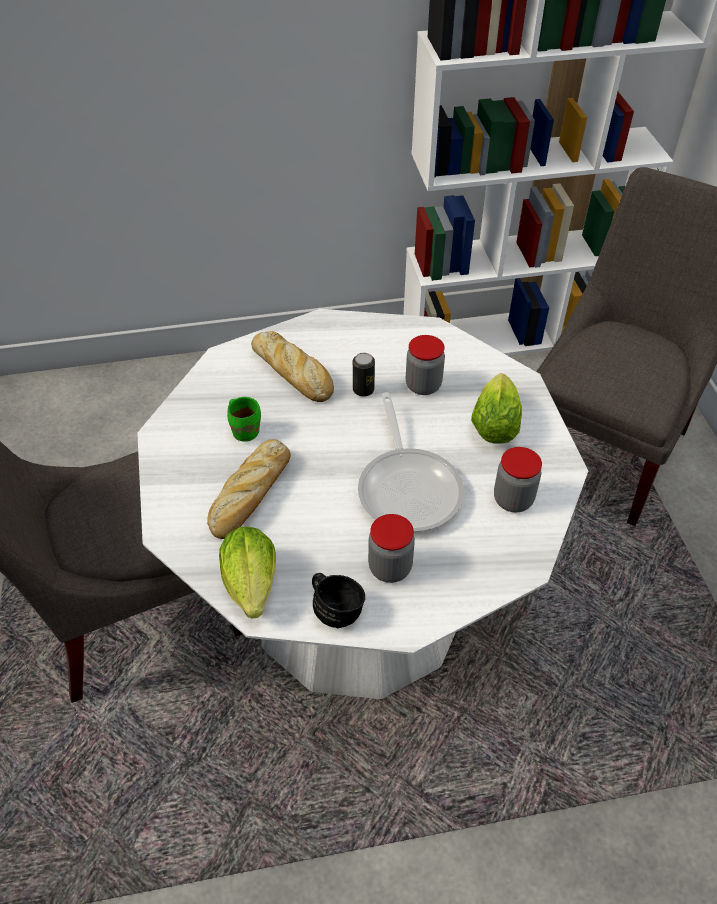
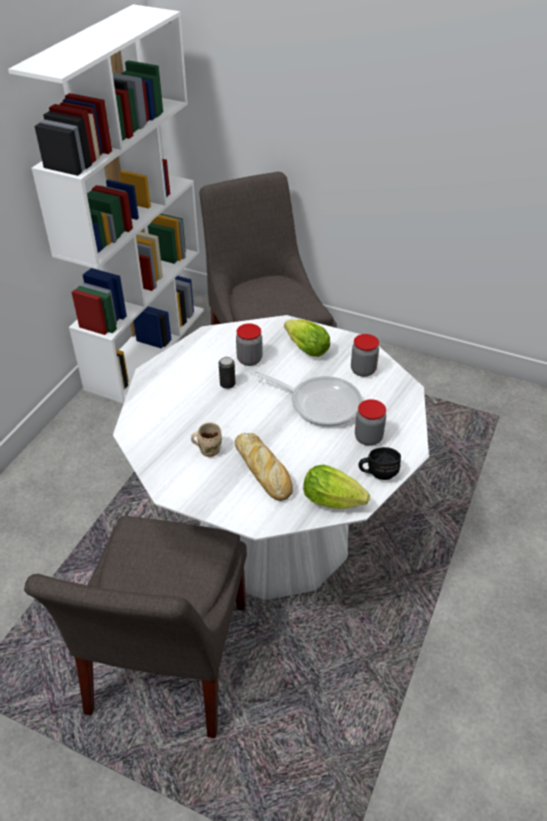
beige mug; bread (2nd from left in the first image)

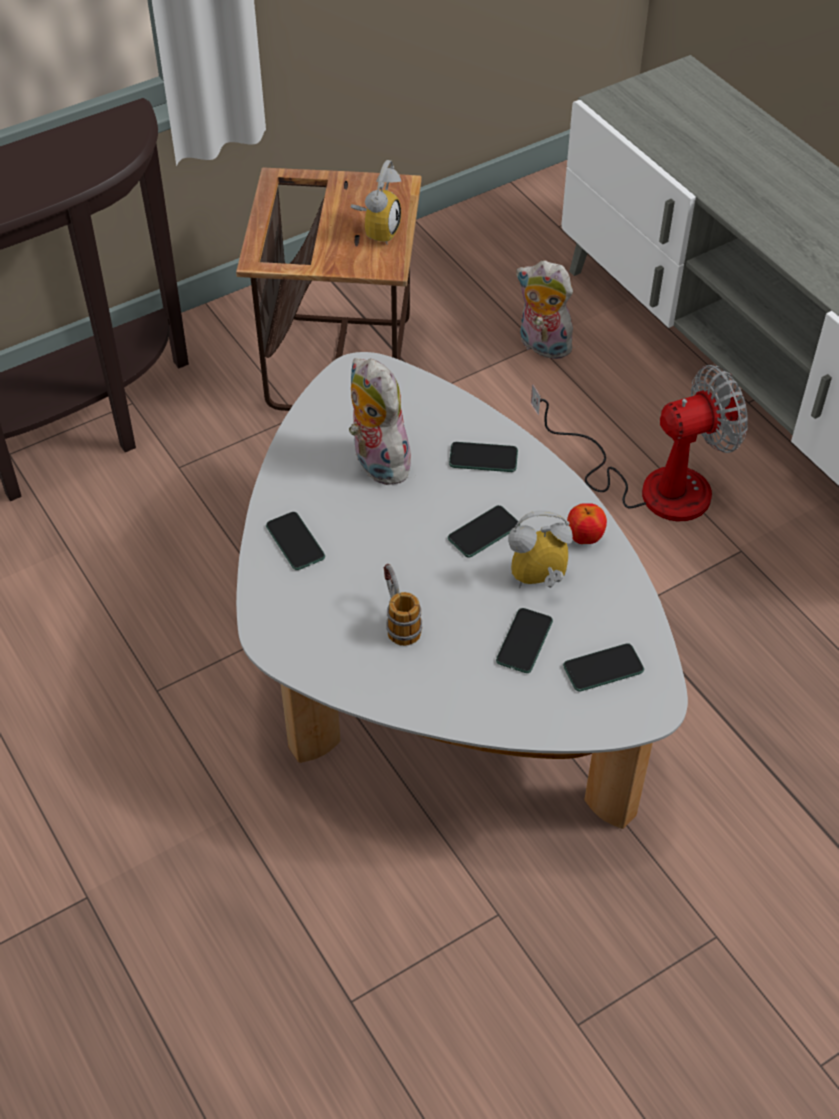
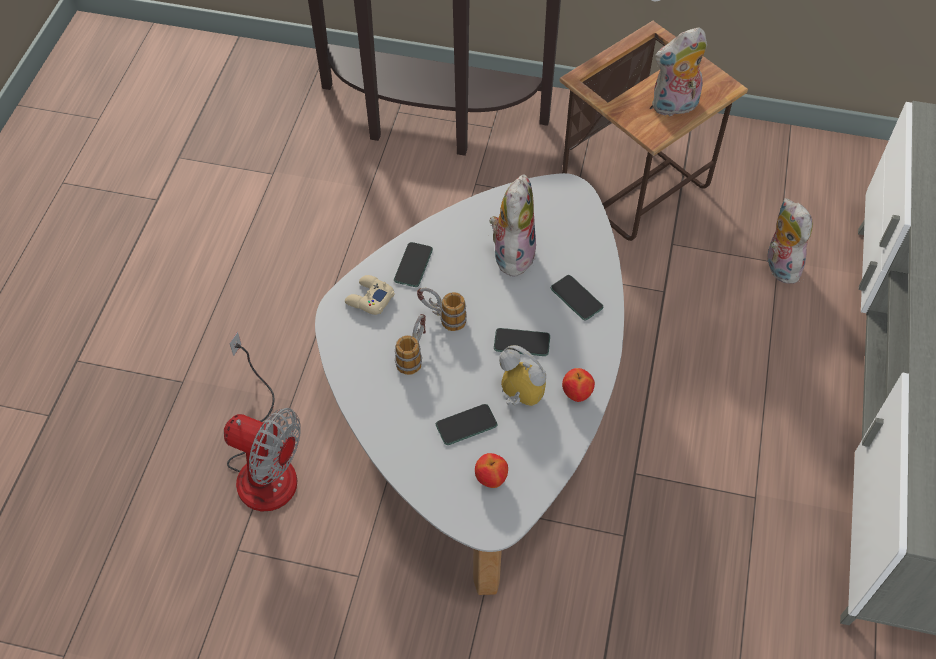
fan; beige game controller; mug (2nd from left); apple (1st from left); plush toy (2nd from left)

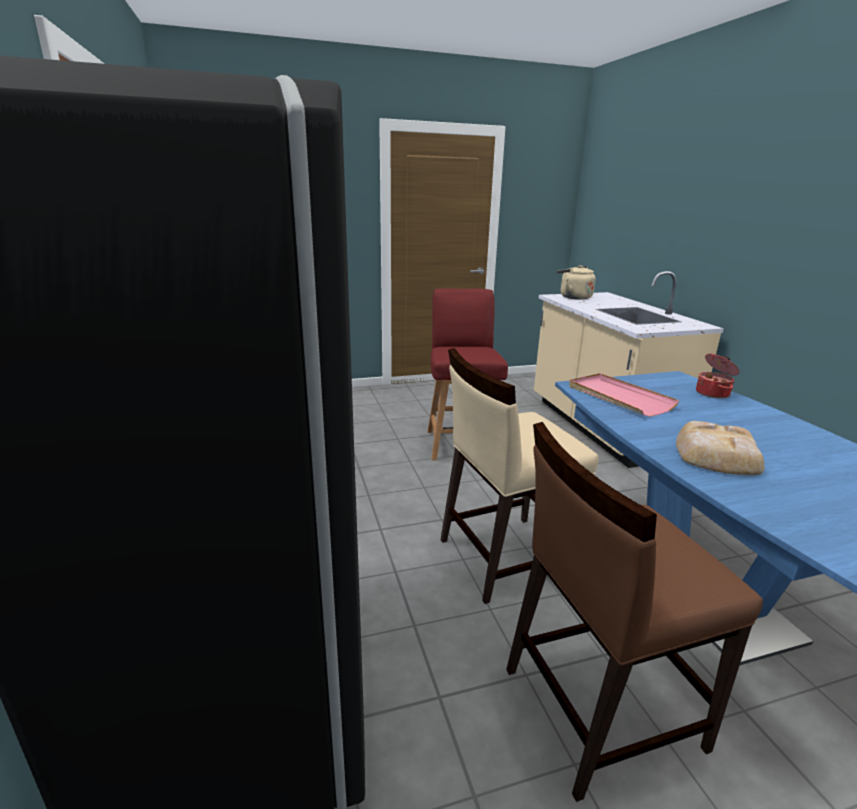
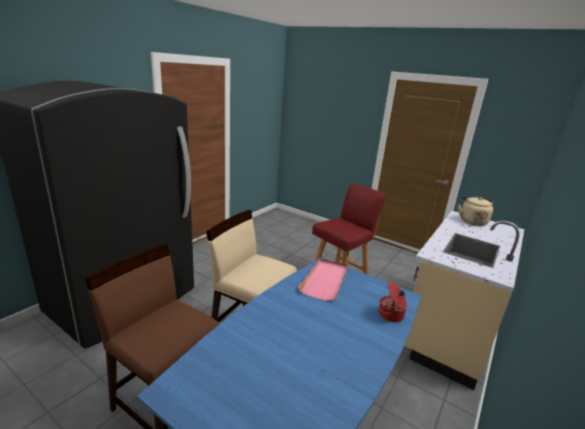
bread

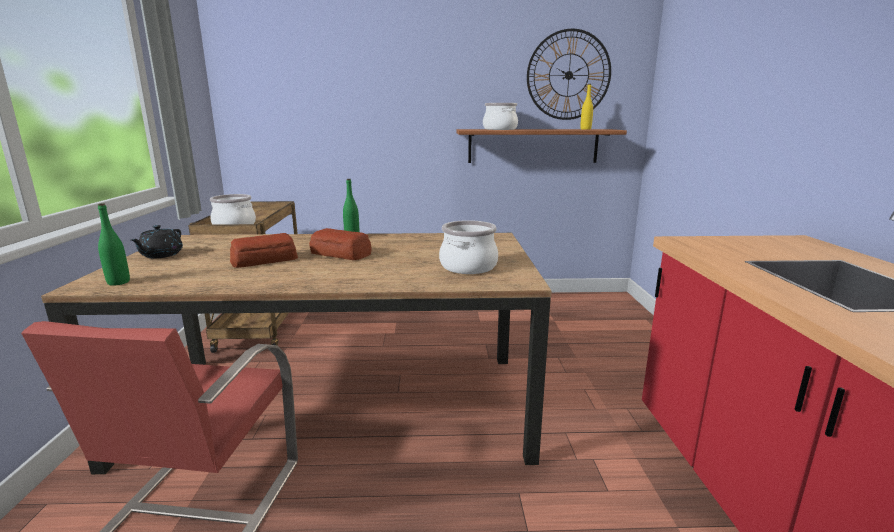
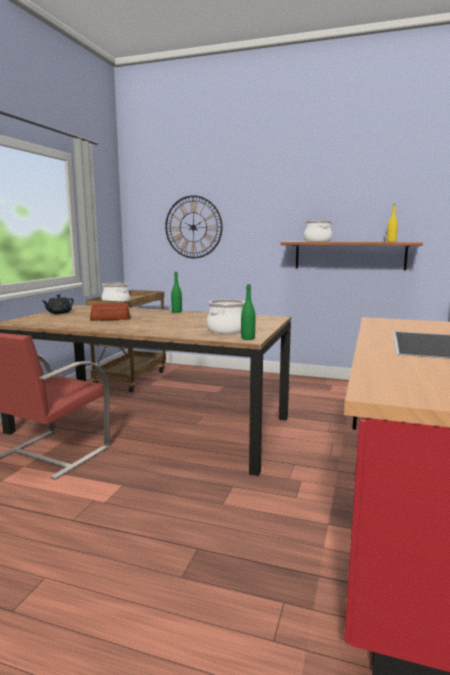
wall clock; green bottle (2nd from left); bread (2nd from left in the first image)

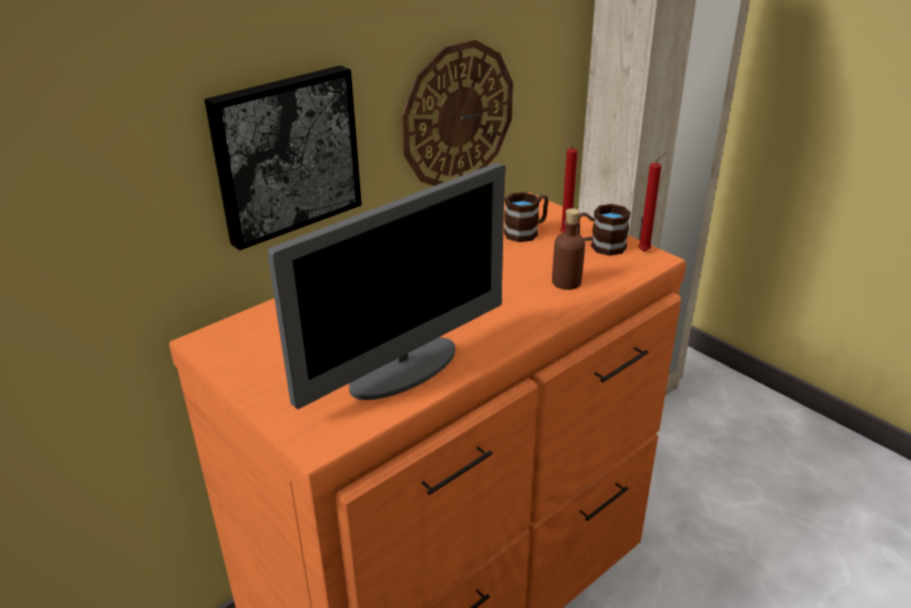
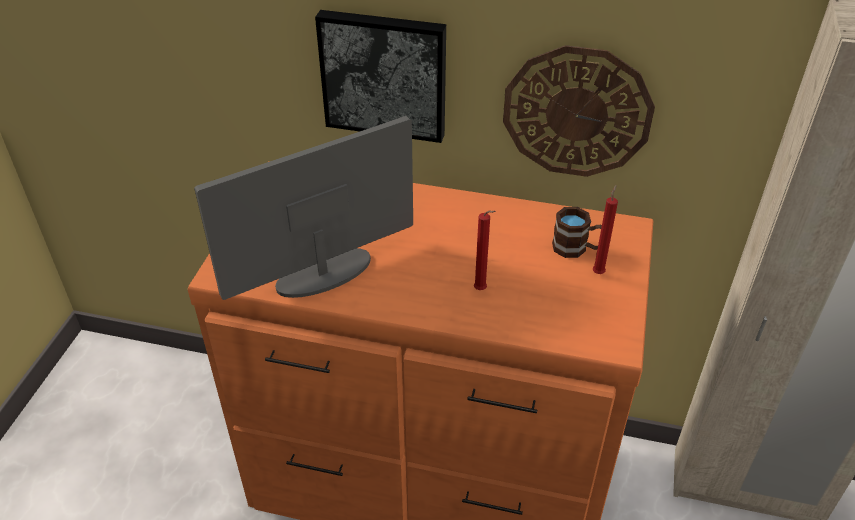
monitor; red candle (1st from left); brown bottle; brown mug (2nd from left in the first image)

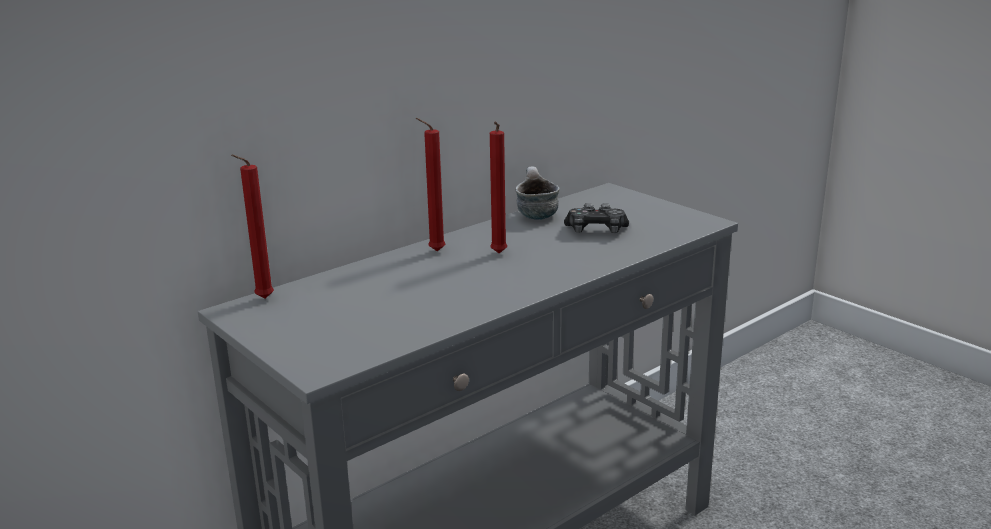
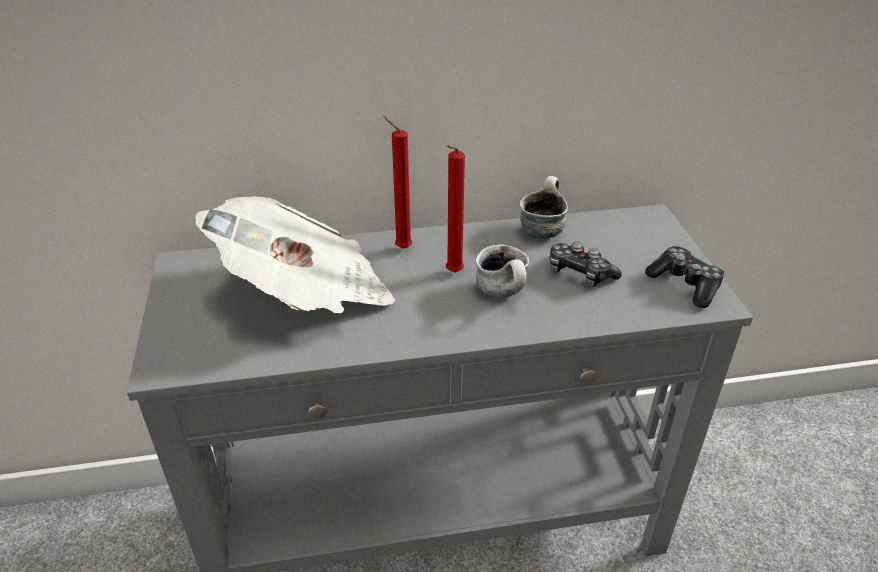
newspaper; mug (1st from left); game controller (2nd from left); red candle (1st from left in the first image)

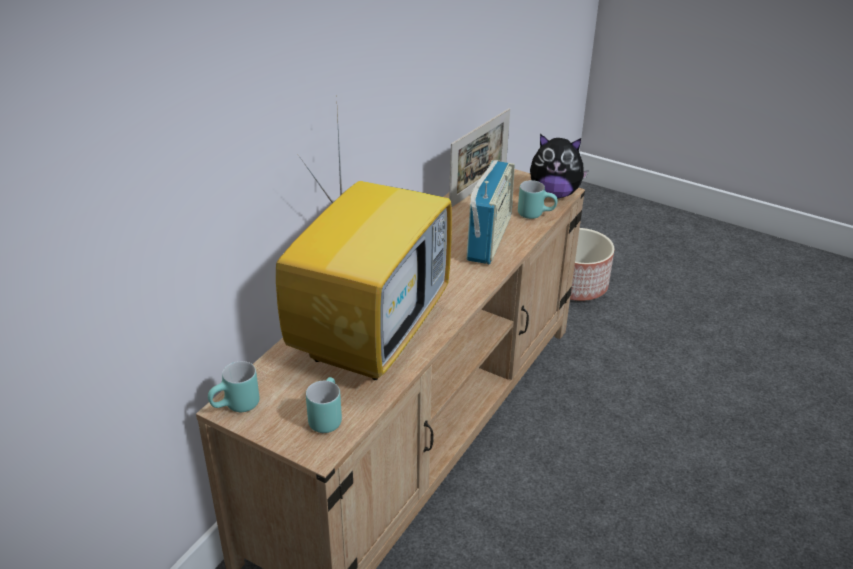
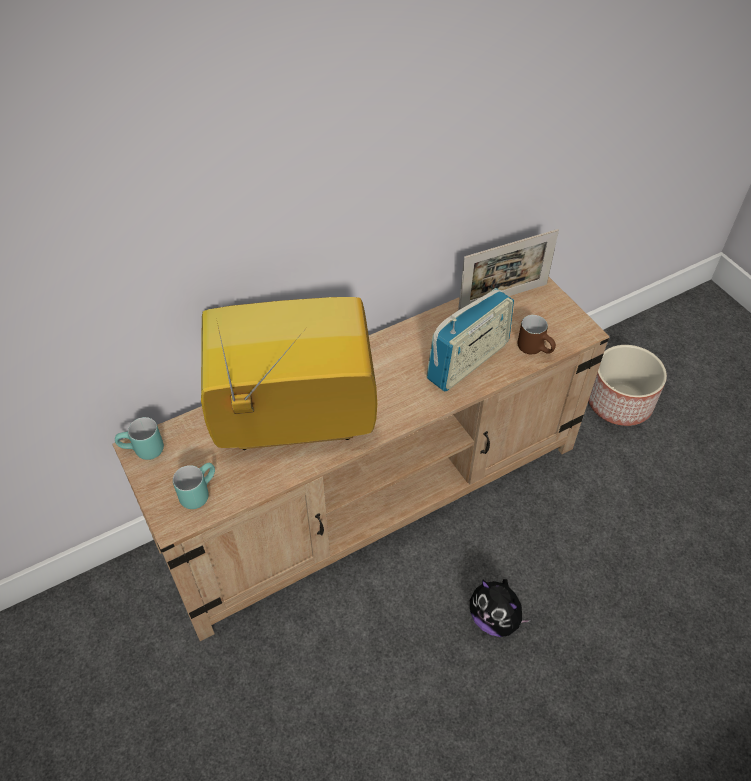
television; plush toy; brown mug

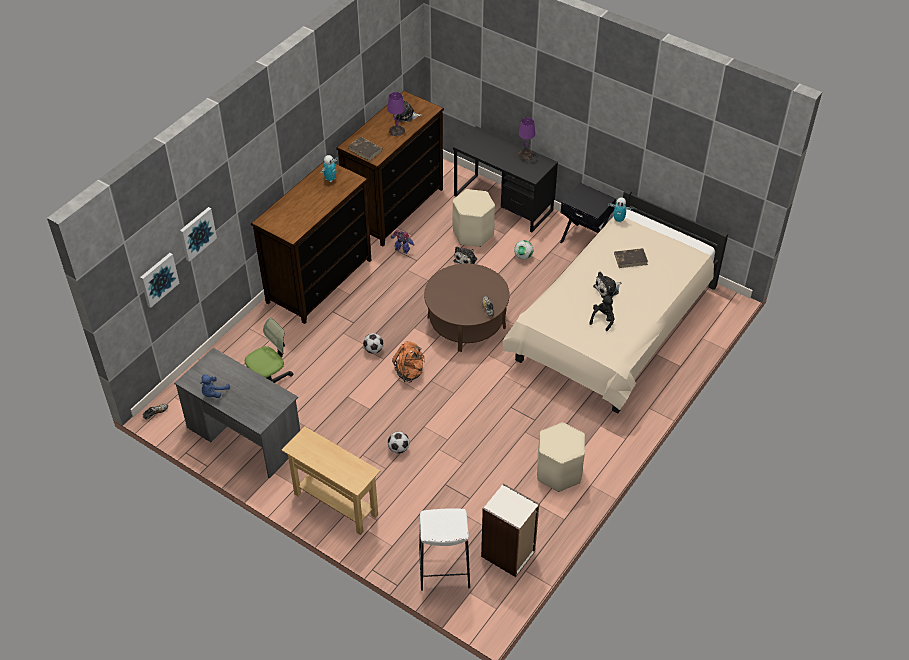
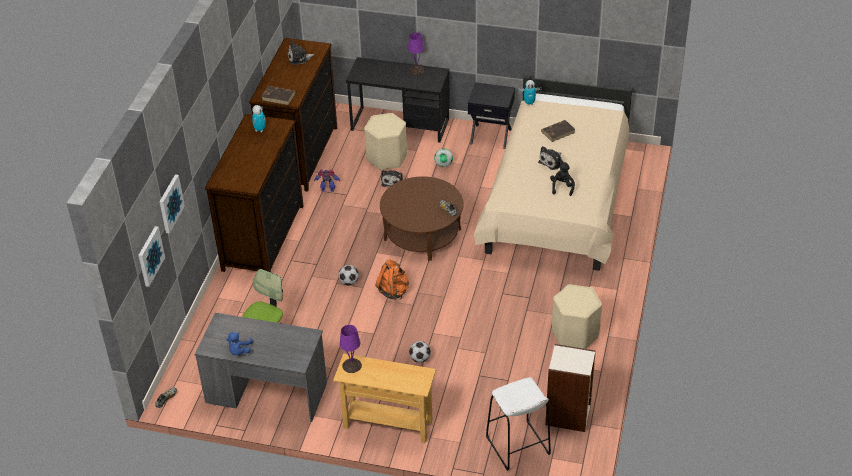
purple table lamp (1st from left)

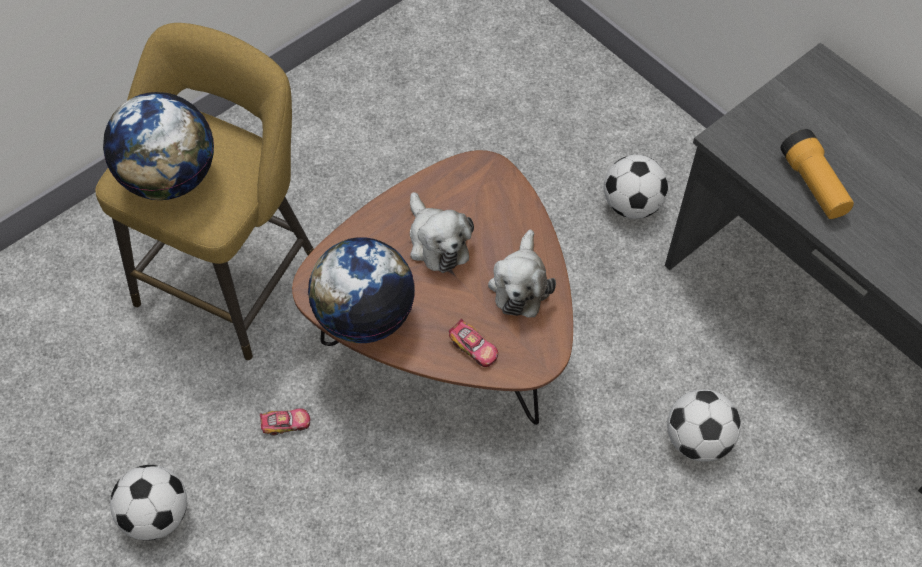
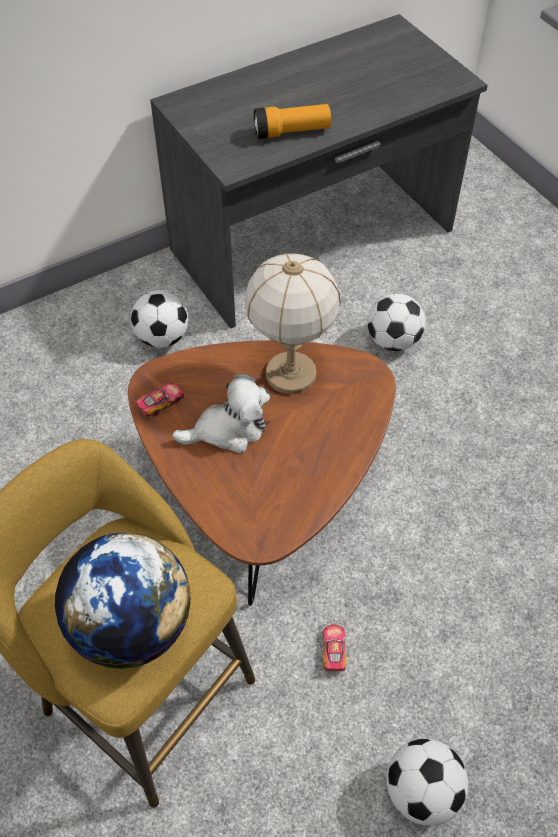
toy car (1st from left); table lamp; globe (2nd from left in the first image)

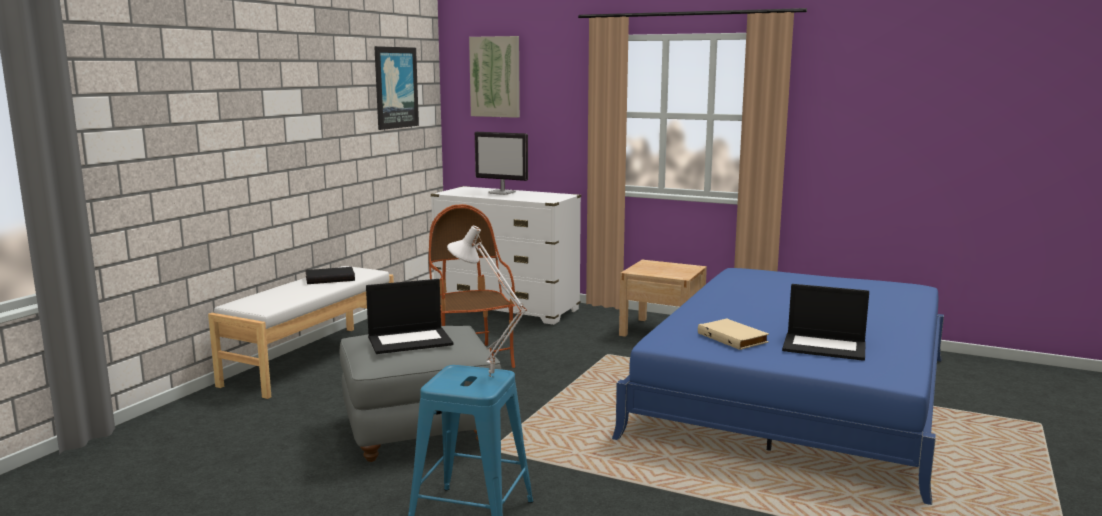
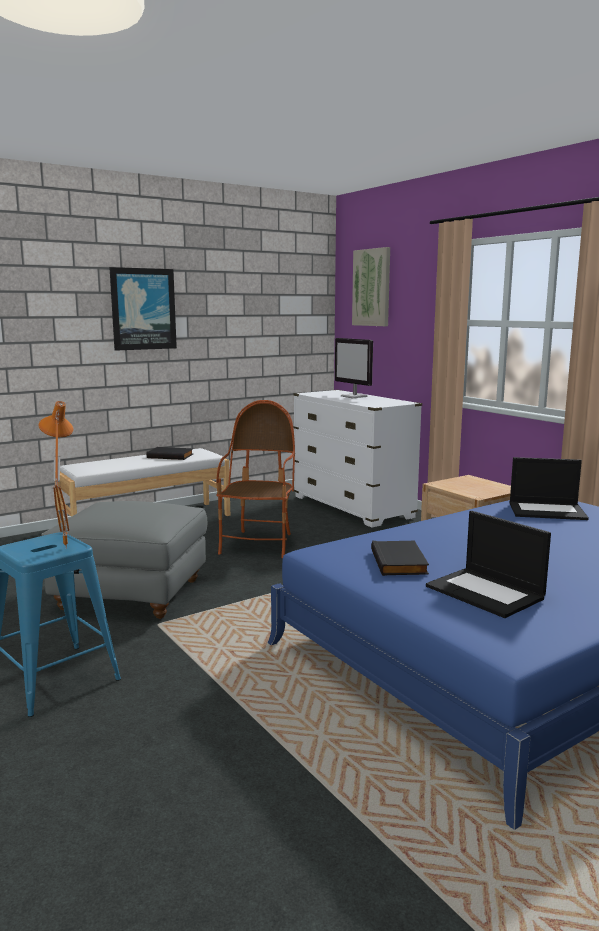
orange table lamp; picture (1st from left); black book (2nd from left); laptop (2nd from left)

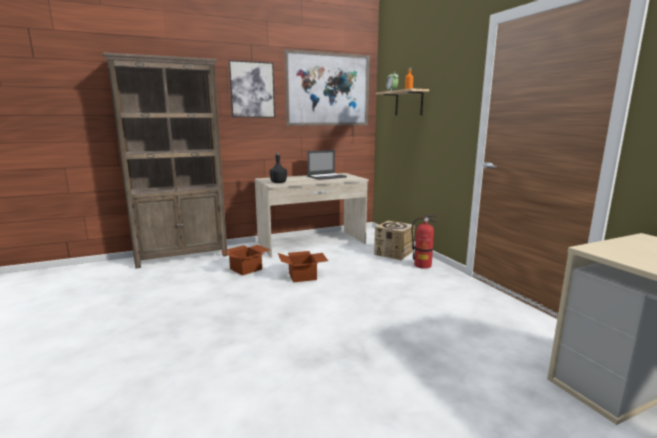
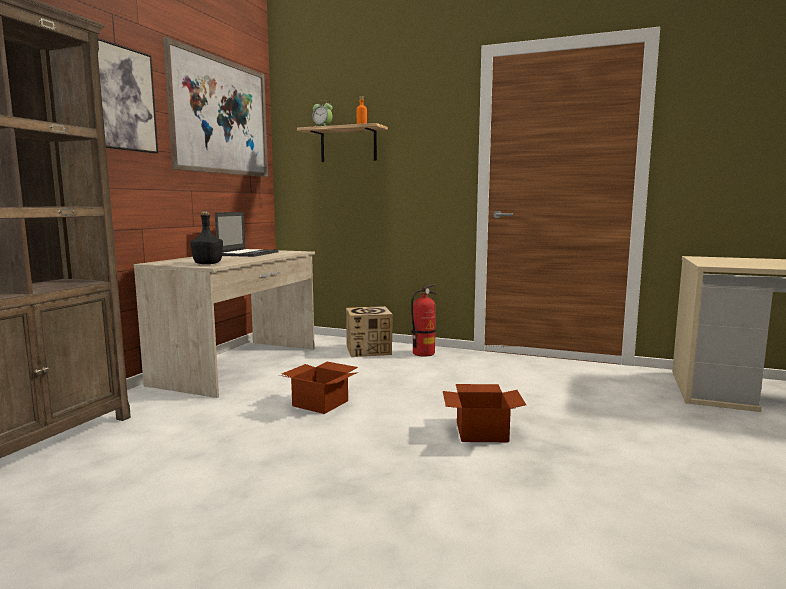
cardboard box (3rd from left)

